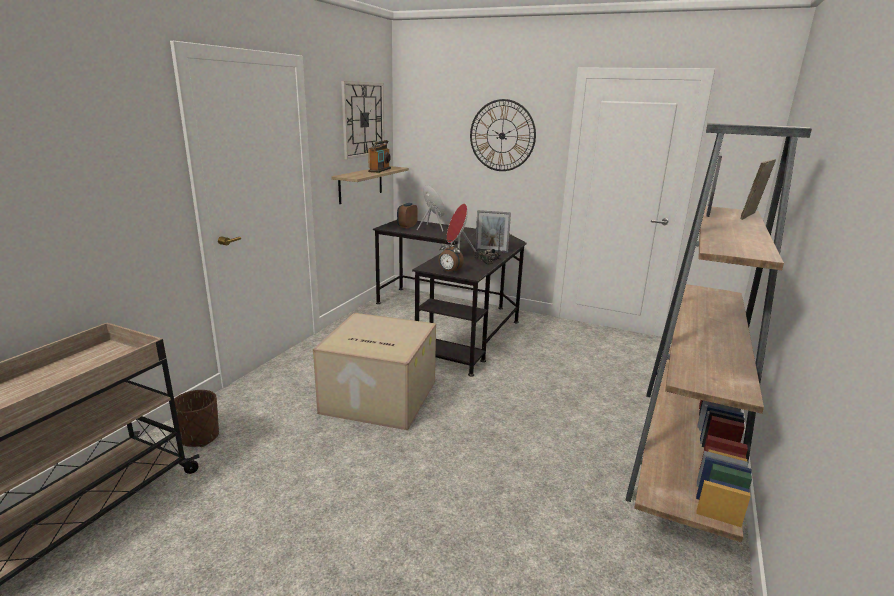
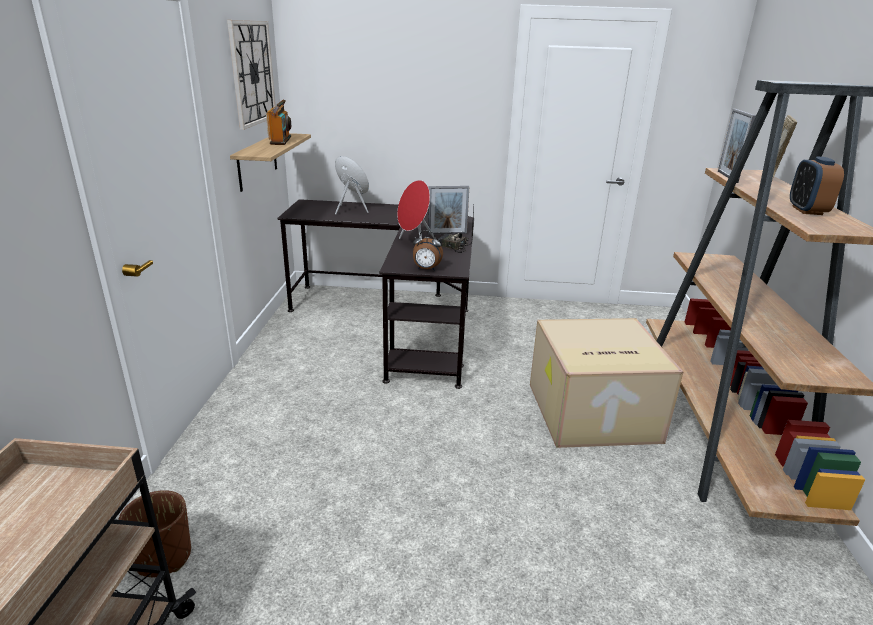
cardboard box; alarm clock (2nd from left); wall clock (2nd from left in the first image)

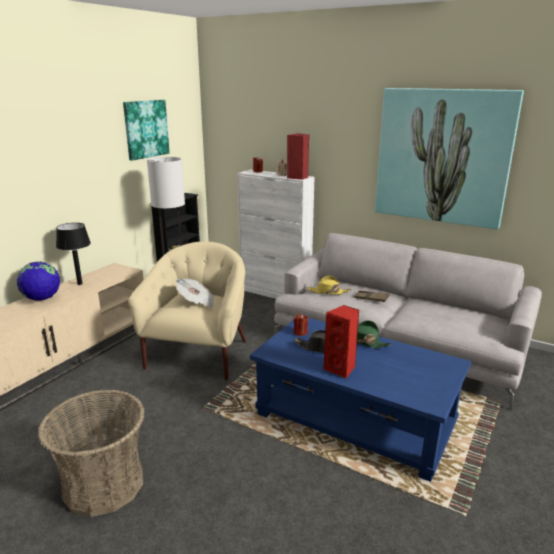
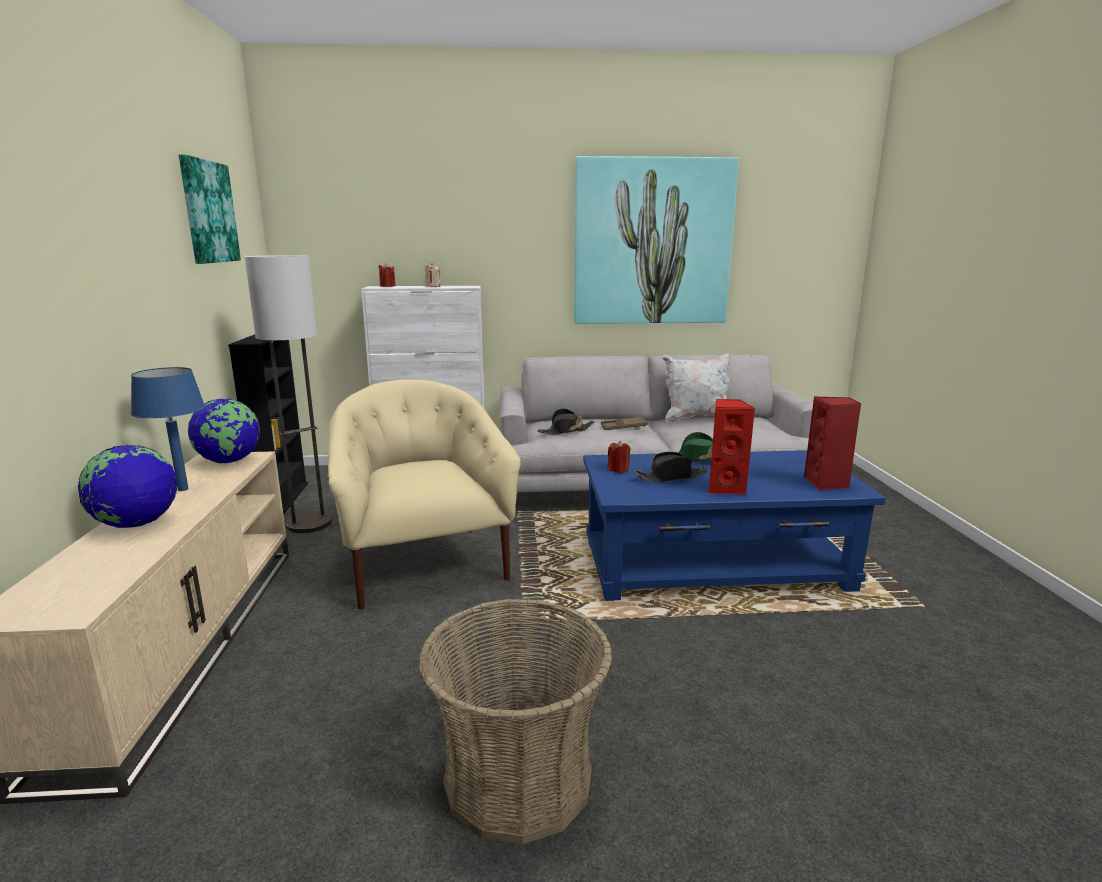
blue table lamp; globe (2nd from left); black hat (1st from left); white pillow; red speaker (2nd from left); newspaper

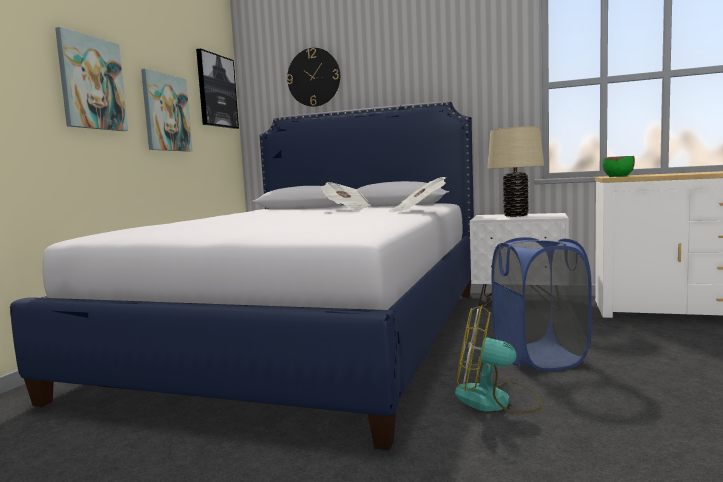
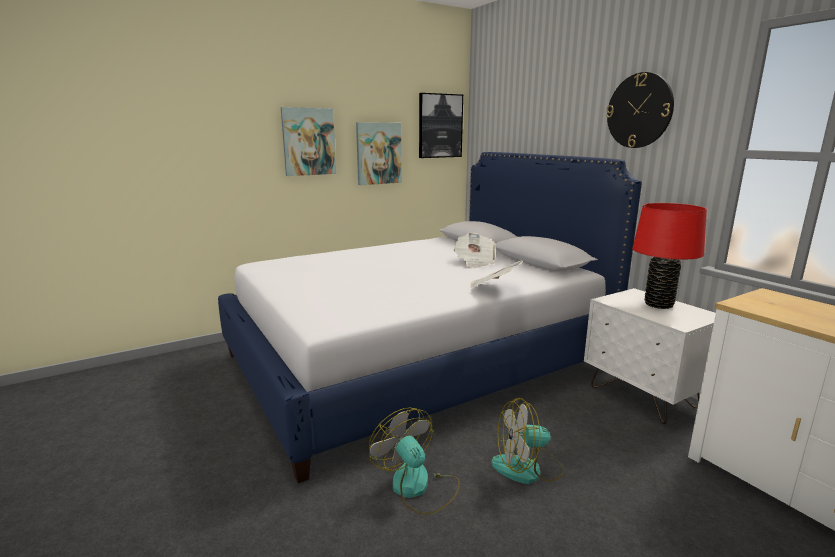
fan (2nd from left); wall clock; red table lamp; green bowl

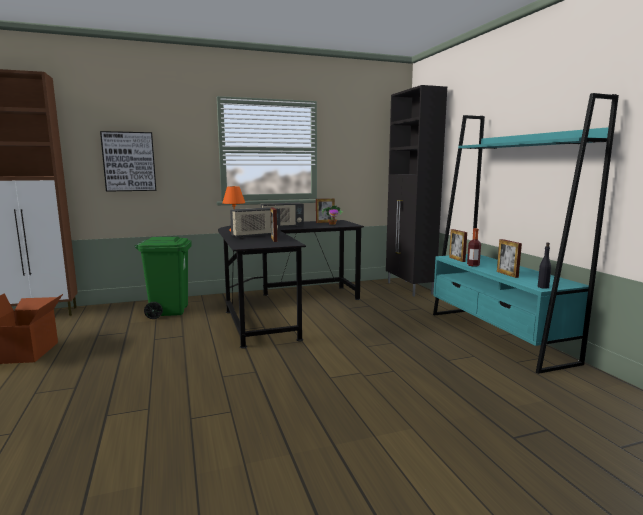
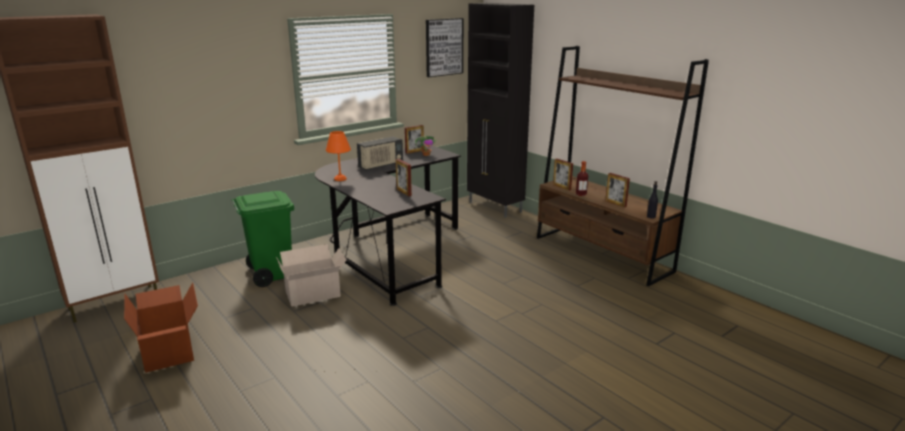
cardboard box (2nd from left); picture; brown bookcase; radio (1st from left in the first image)

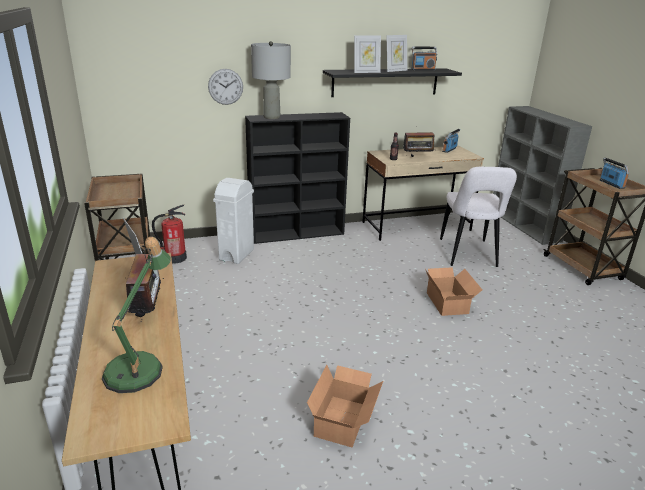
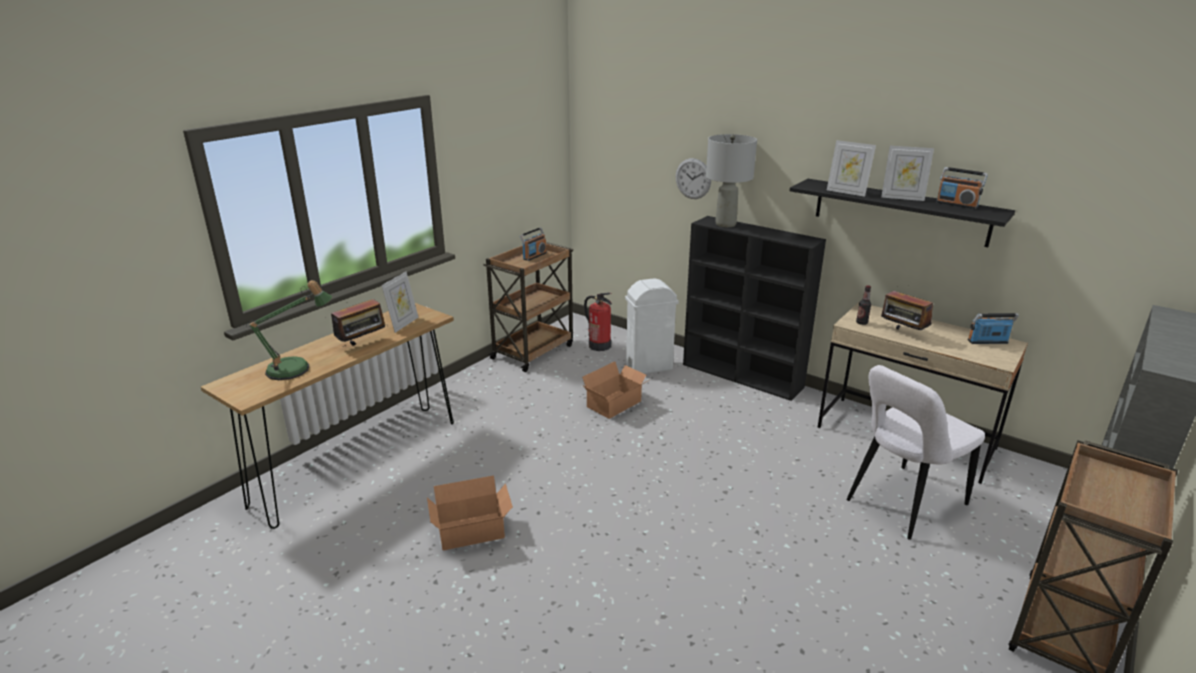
radio (2nd from left); cardboard box (2nd from left)

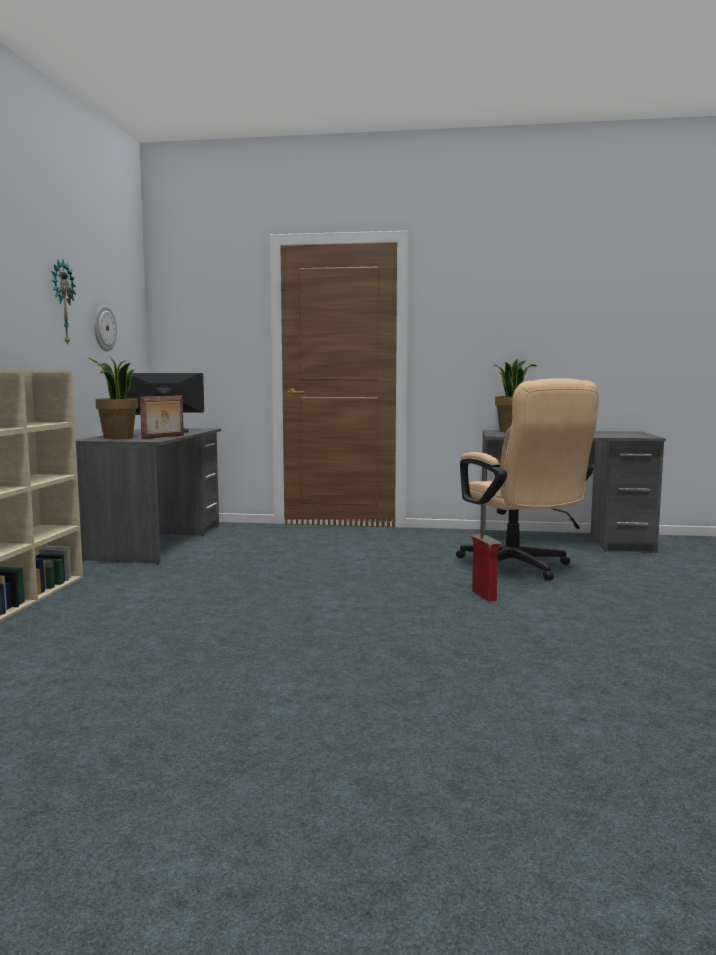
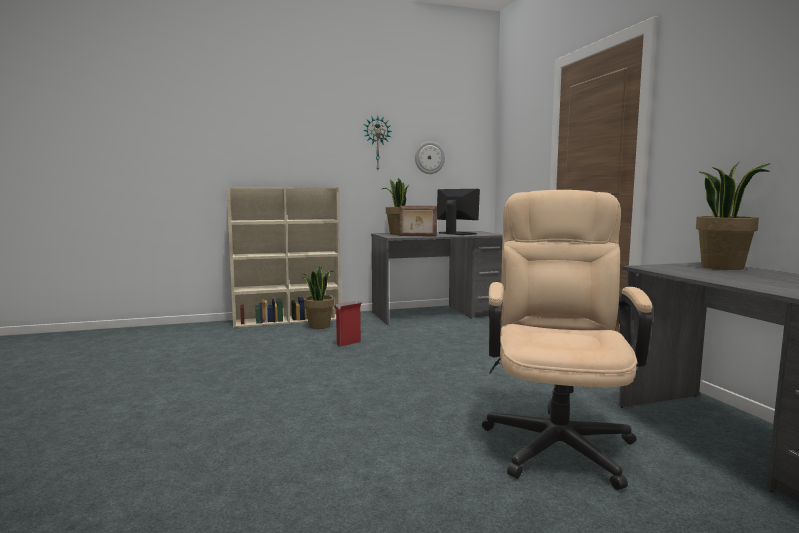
potted plant (1st from left); cardboard box; beige office chair

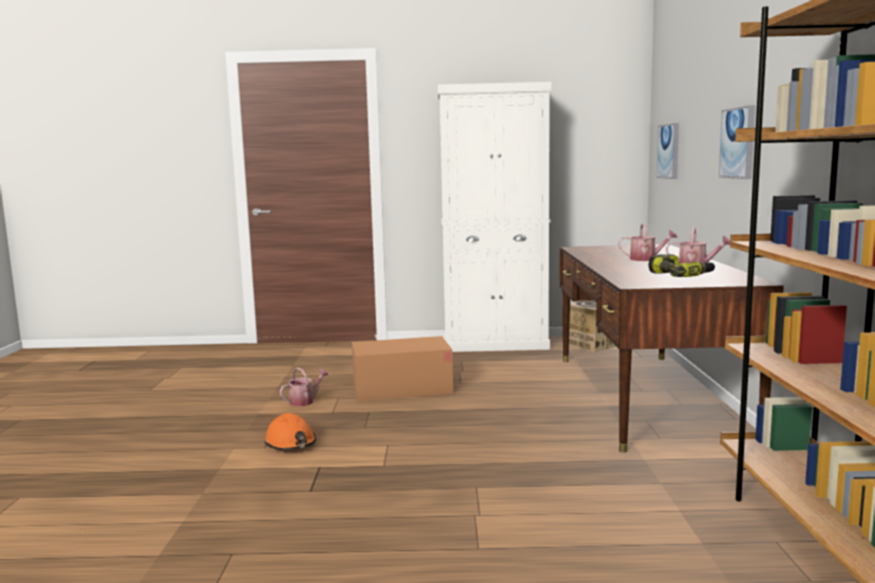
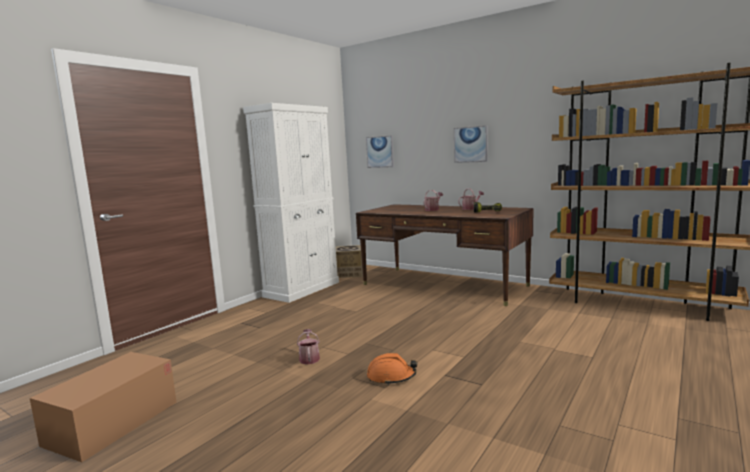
cardboard box (1st from left)

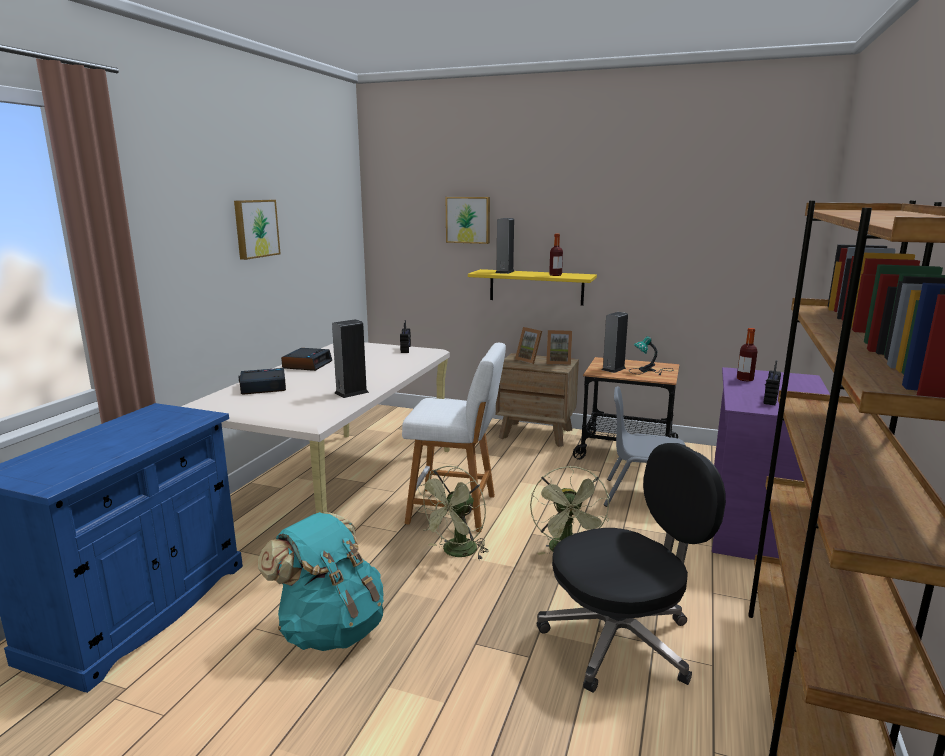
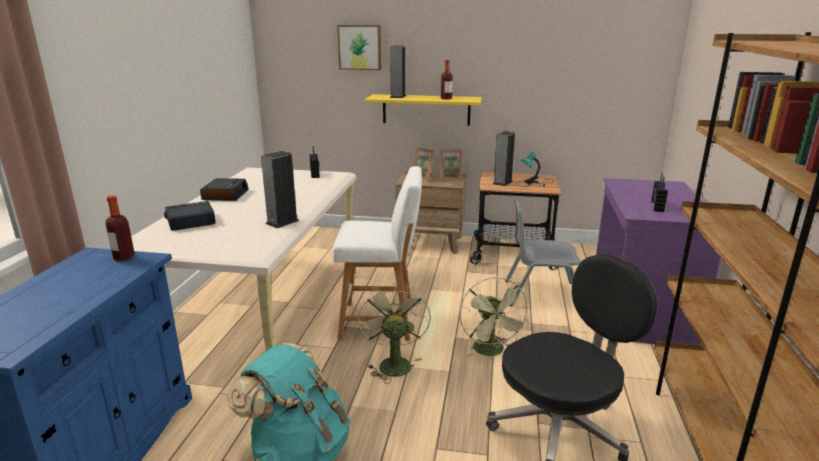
bottle (1st from left); green fan (1st from left); picture (1st from left in the first image)

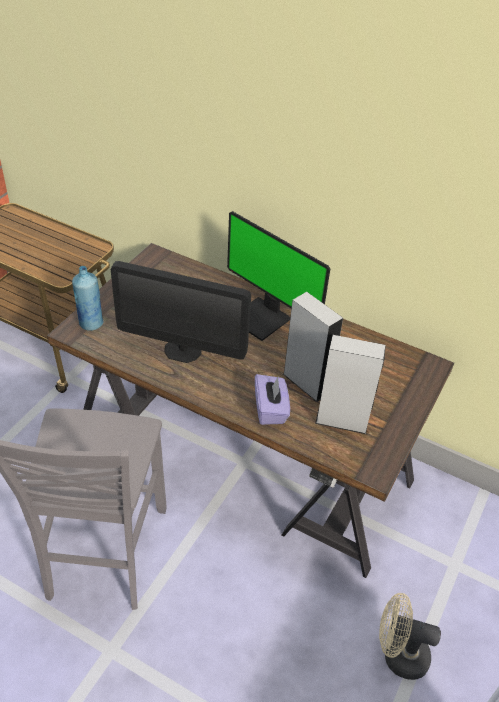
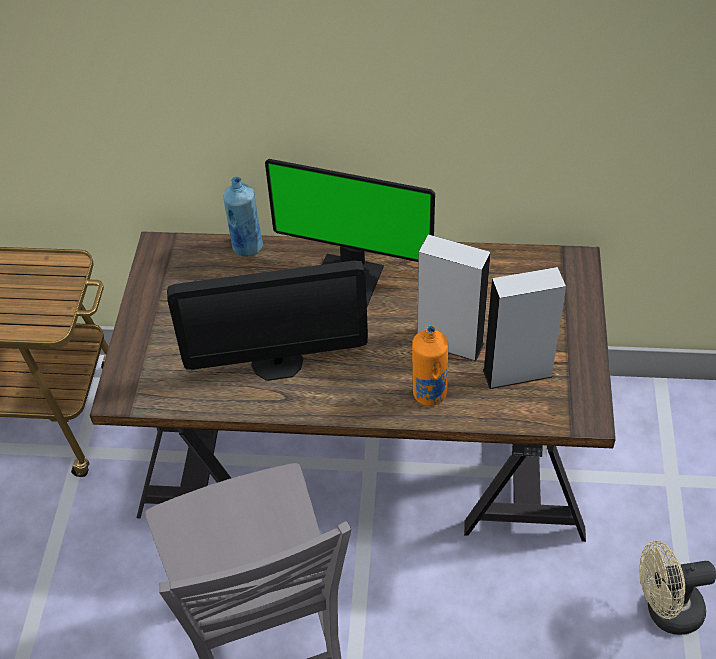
blue bottle; orange bottle

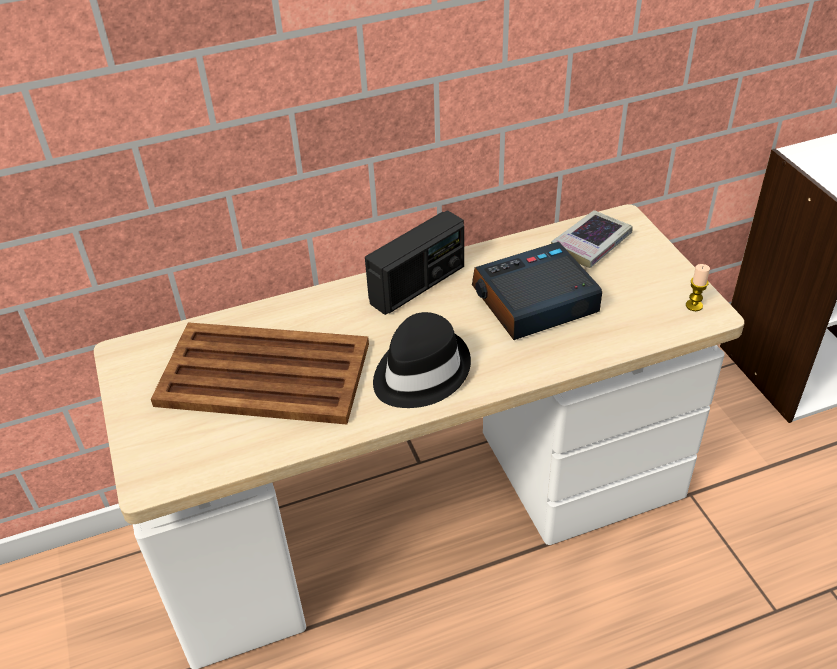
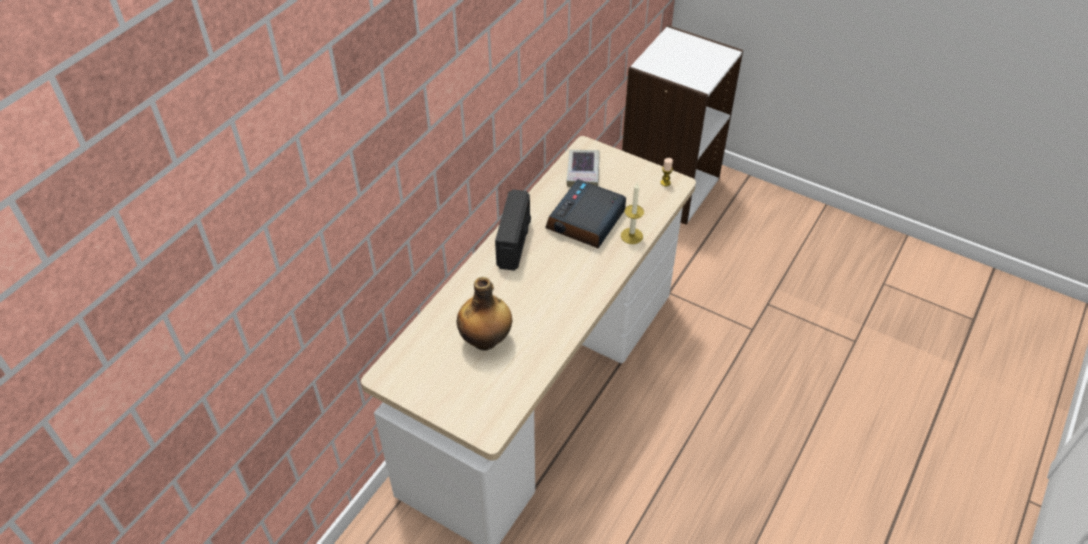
bottle; candle (1st from left); black hat

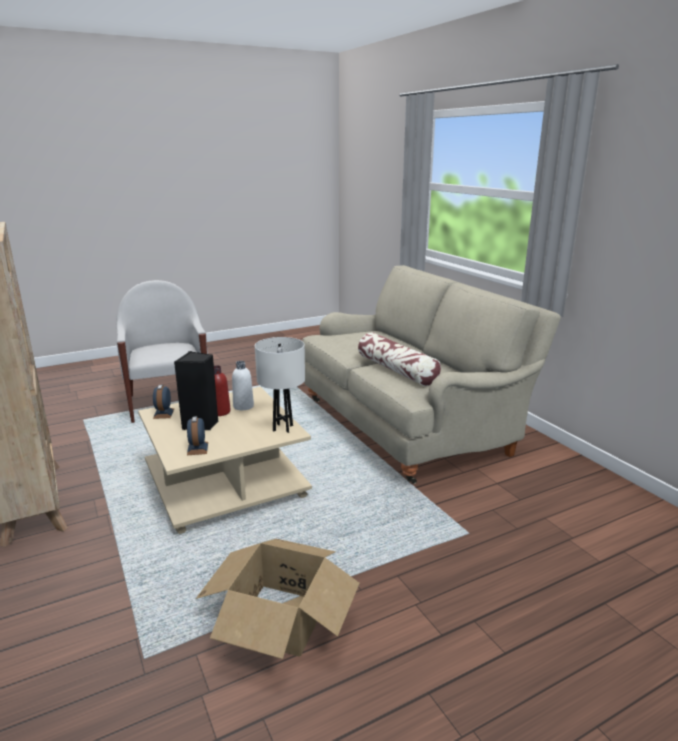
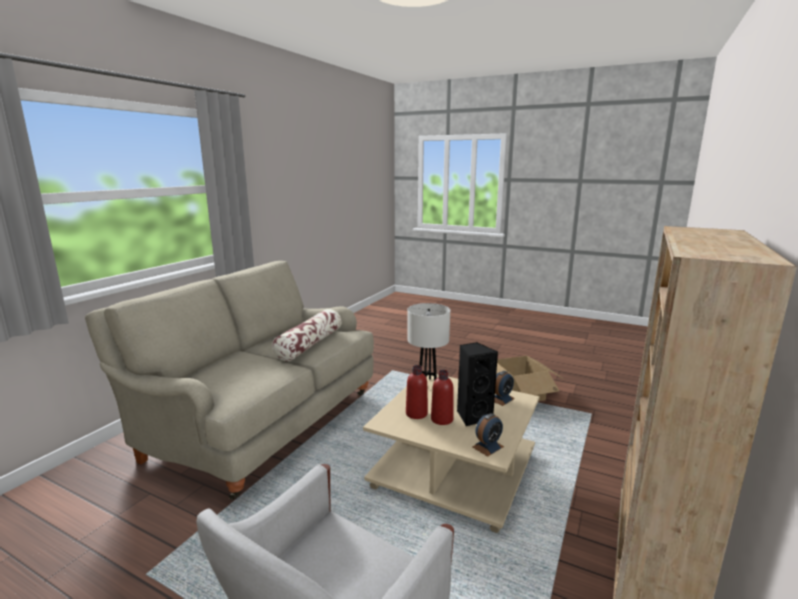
red bottle (1st from left)

